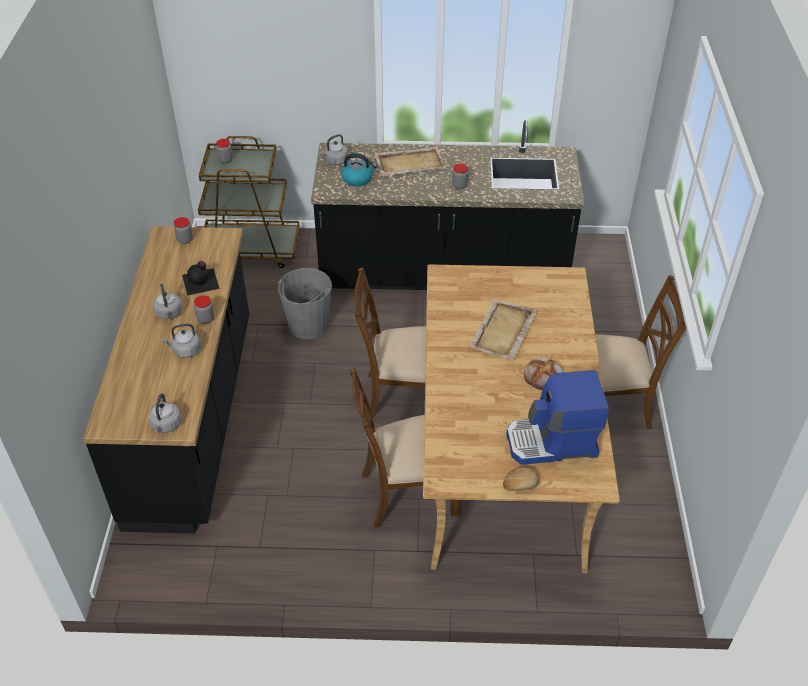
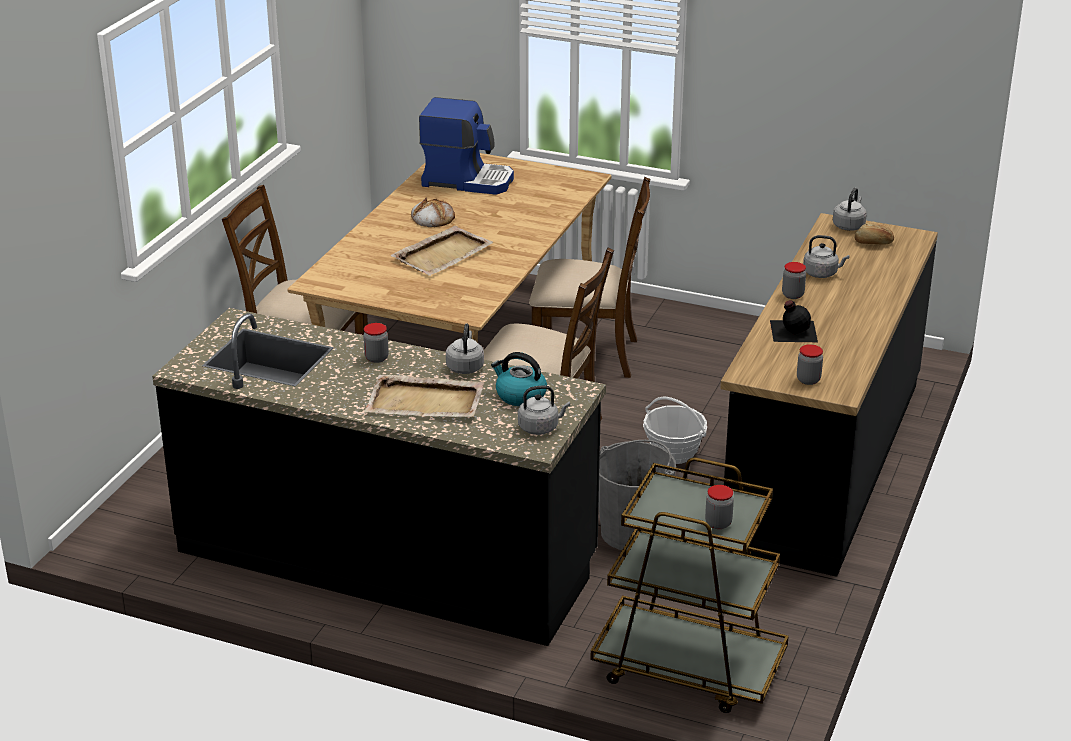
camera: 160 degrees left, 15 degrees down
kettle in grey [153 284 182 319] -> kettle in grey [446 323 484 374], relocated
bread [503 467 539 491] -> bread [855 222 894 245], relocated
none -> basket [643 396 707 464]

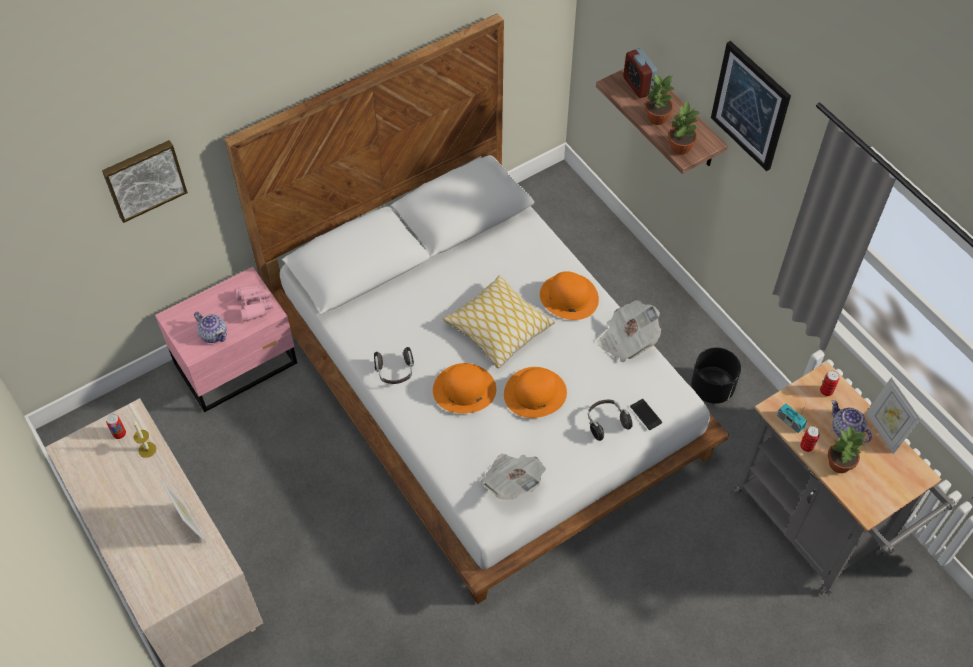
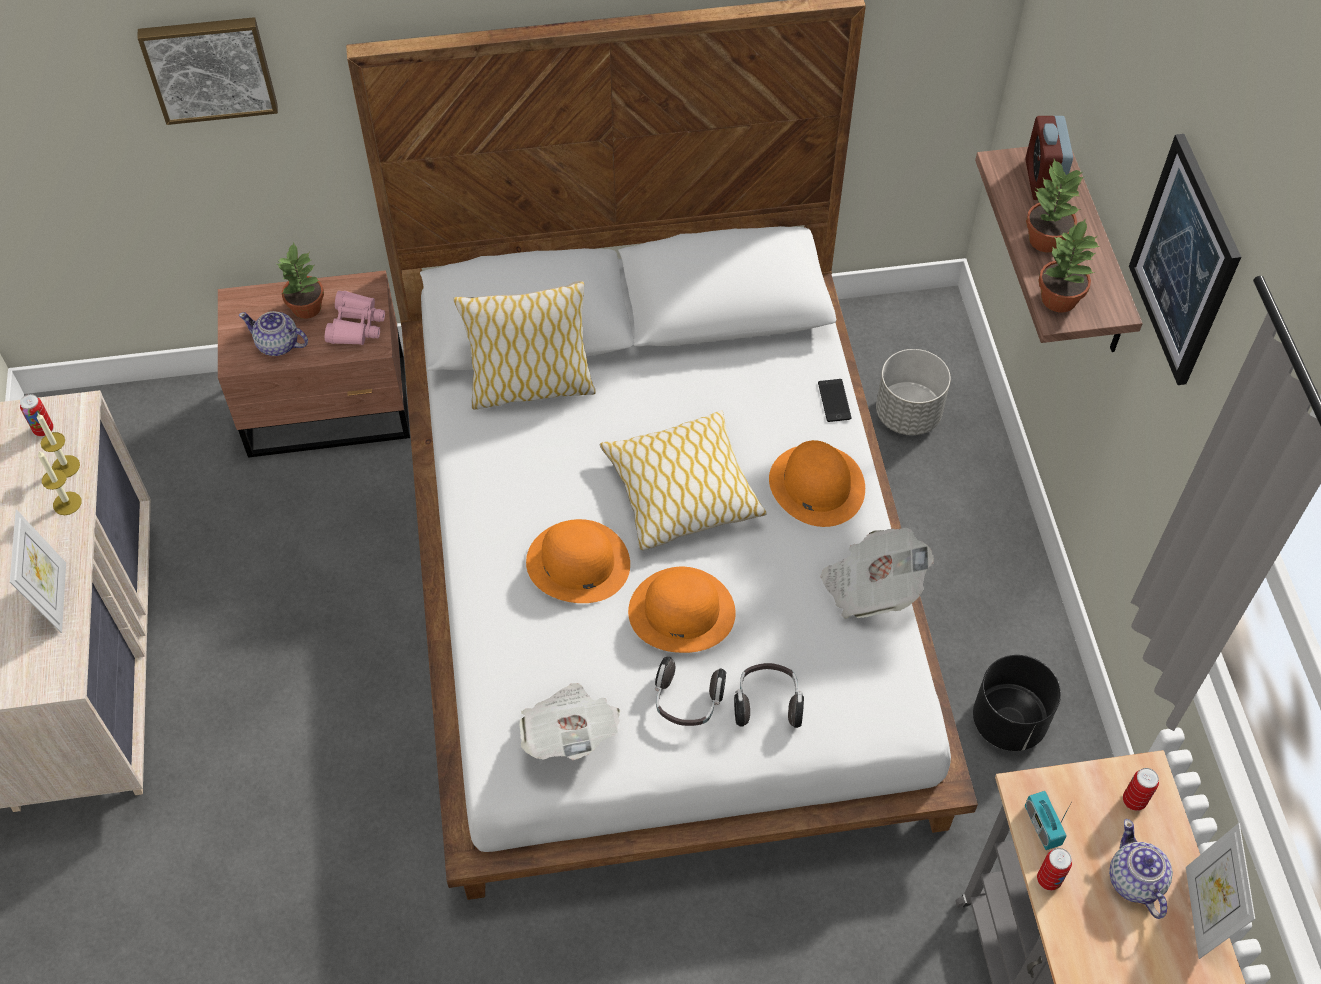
camera: 25 degrees right, 0 degrees up
nightstand in pink [155 267 297 412] -> nightstand in brown [218 270 410 458]
teapot [194 312 227 343] -> teapot [239 311 308 356], 135 degrees clockwise
headphones [374 347 414 384] -> headphones [655 657 726 726], relocated
phone [630 399 662 430] -> phone [818 379 851 422], relocated
potted plant [828 427 866 473] -> potted plant [277 243 324 319], relocated
none -> candle [38 451 82 515]
none -> pillow [453 281 596 410]
none -> planter in grey [876 349 951 435]

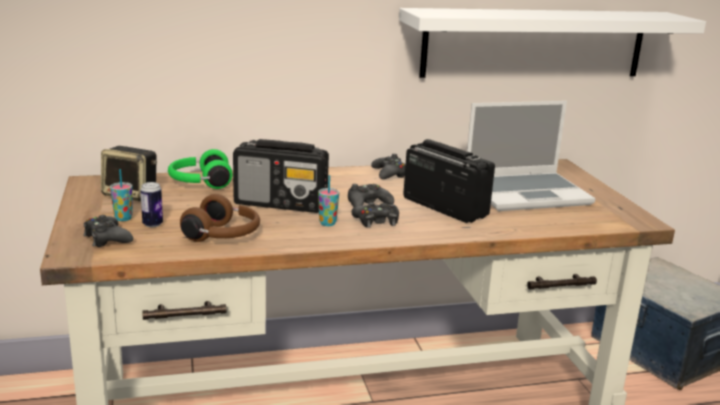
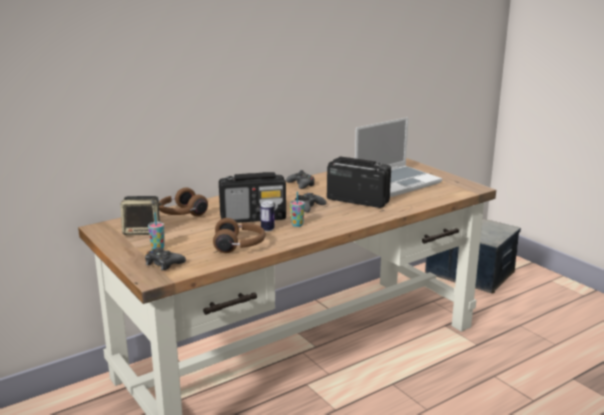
camera: 20 degrees left, 0 degrees up
can [140 182 163 227] -> can [260 200 275 232], relocated
headphones in green [168 149 233 189] -> headphones in brown [159 188 208 216]
game controller in black [351 202 399 227] -> none
shelf in white [399 8 706 78] -> none

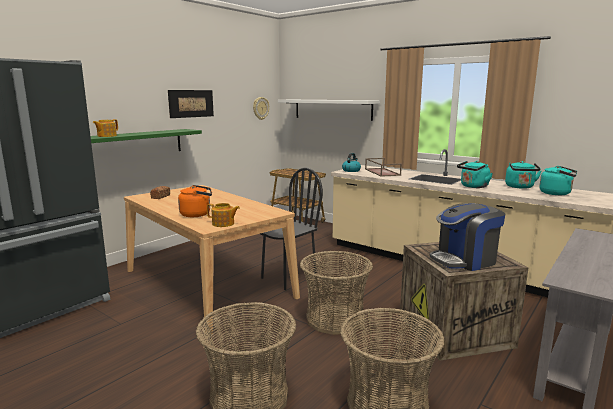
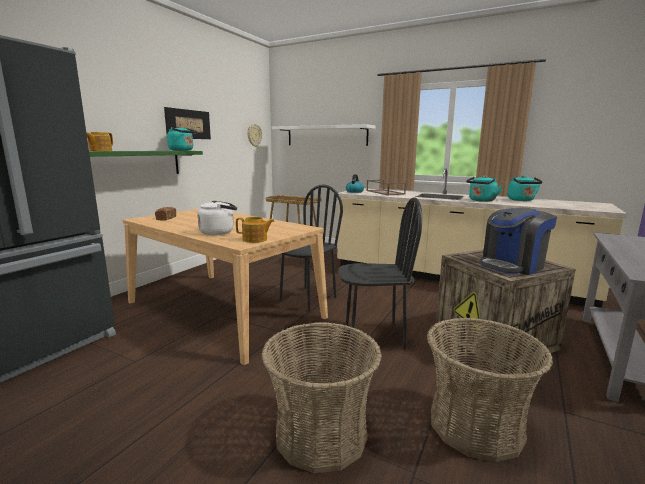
camera: 10 degrees left, 0 degrees up
kettle in orange [178 185 212 217] -> kettle in white [198 200 237 235]
basket [300 251 373 335] -> chair in black [338 197 422 350]
kettle in turquoise [539 166 577 195] -> kettle in turquoise [167 126 197 151], relocated

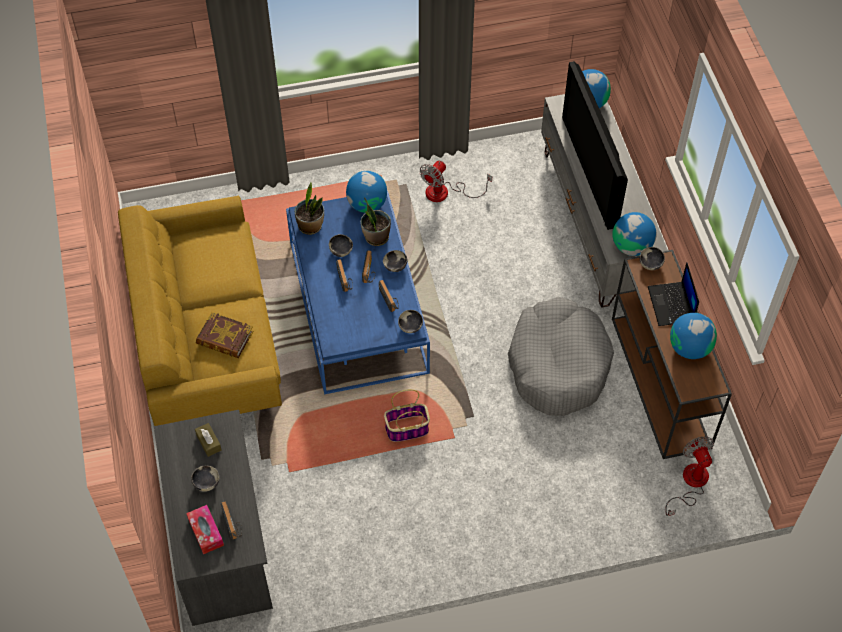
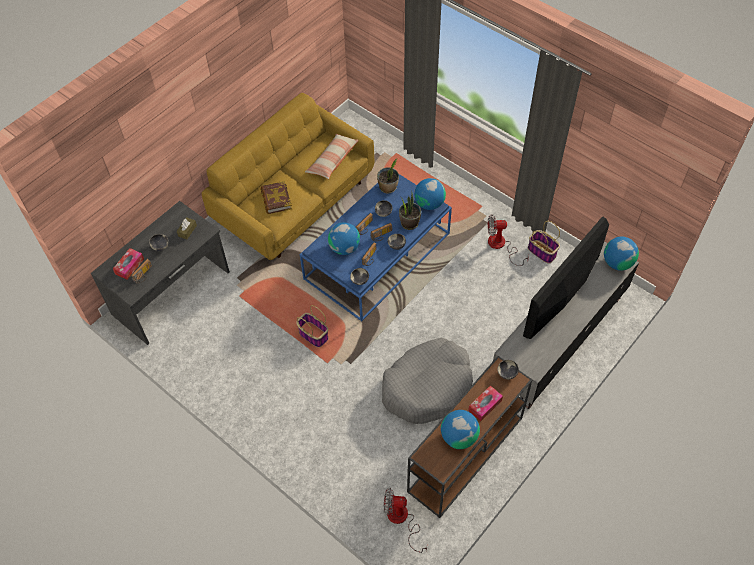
camera: 55 degrees right, 0 degrees up
globe [612 212 657 256] -> globe [328 222 360 255], relocated
laptop [648 262 699 326] -> tissue box [468 386 503 421]
fan [666 436 714 516] -> fan [384 488 427 553], 120 degrees counterclockwise
none -> pillow [305 134 358 180]
none -> basket [528 221 560 264]

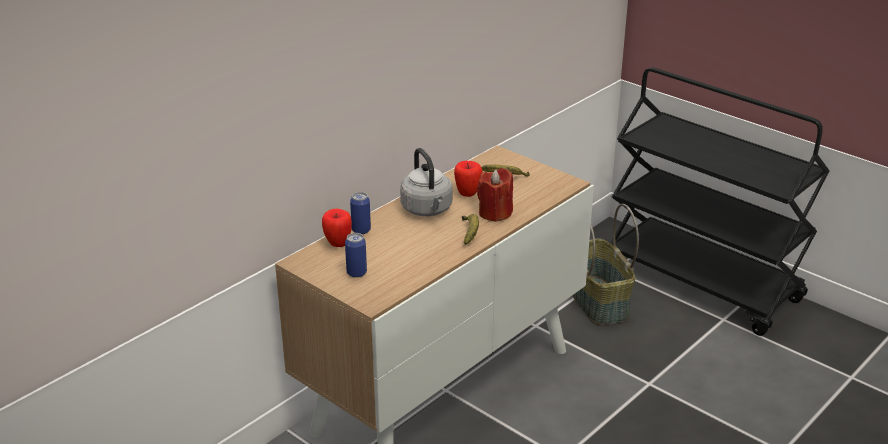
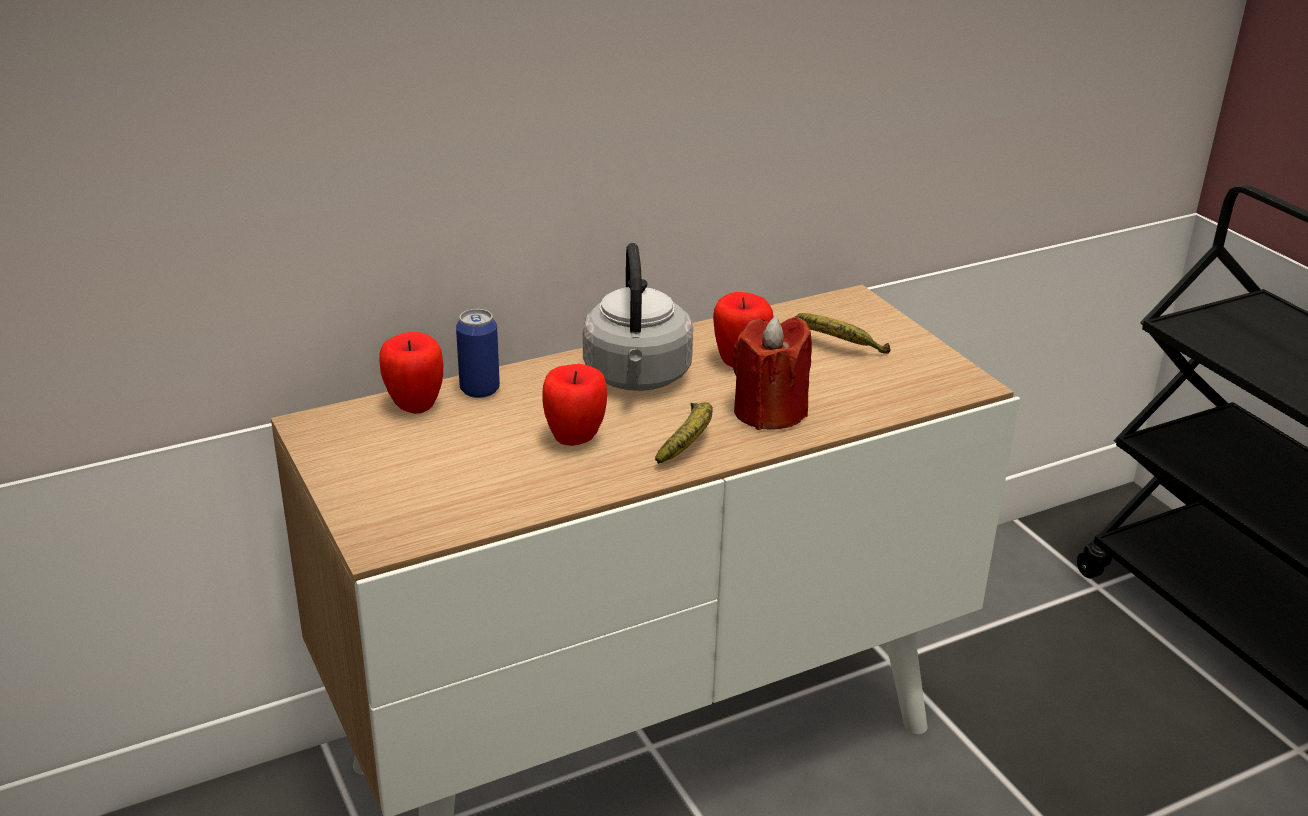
camera: 20 degrees right, 0 degrees up
can [345 233 367 278] -> none
basket [572 204 639 325] -> none
none -> apple [542 364 607 446]

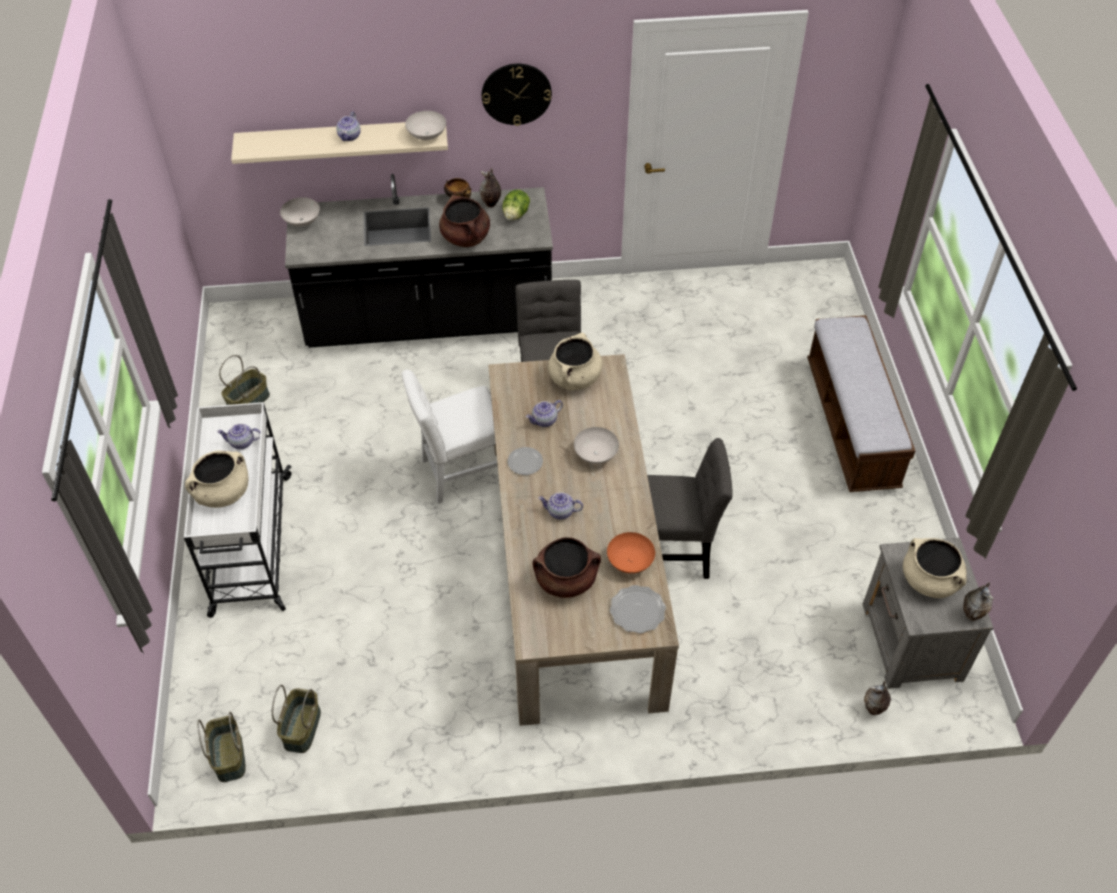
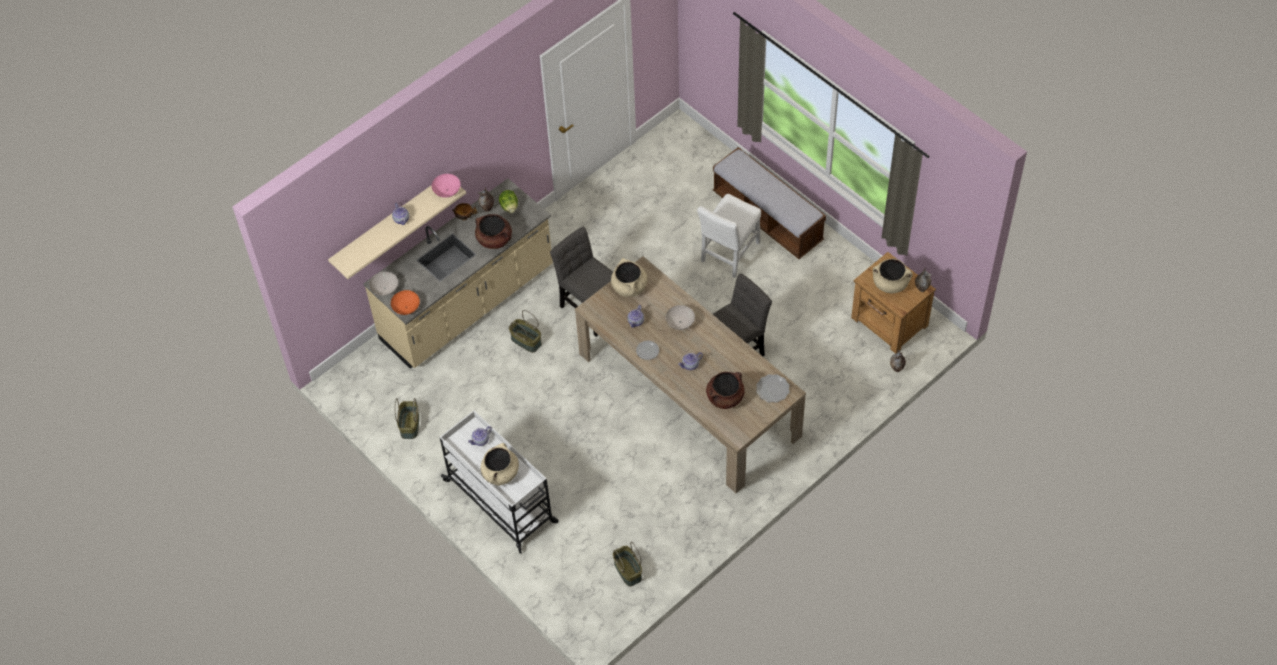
camera: 35 degrees left, 5 degrees up
basket [197 712 246 782] -> basket [509 310 542 353], relocated
counter in black [285 174 553 348] -> counter in beige [364 178 553 369]
chair in white [402 370 498 504] -> chair in white [697 194 761 278], relocated
bowl in white [405 111 446 140] -> bowl in pink [432 174 461 198]
wall clock [482 64 552 126] -> none
bowl in orange [607 532 655 573] -> bowl in orange [391 290 420 315], relocated
nightstand in grey [863 537 994 689] -> nightstand in brown [851 252 936 354]

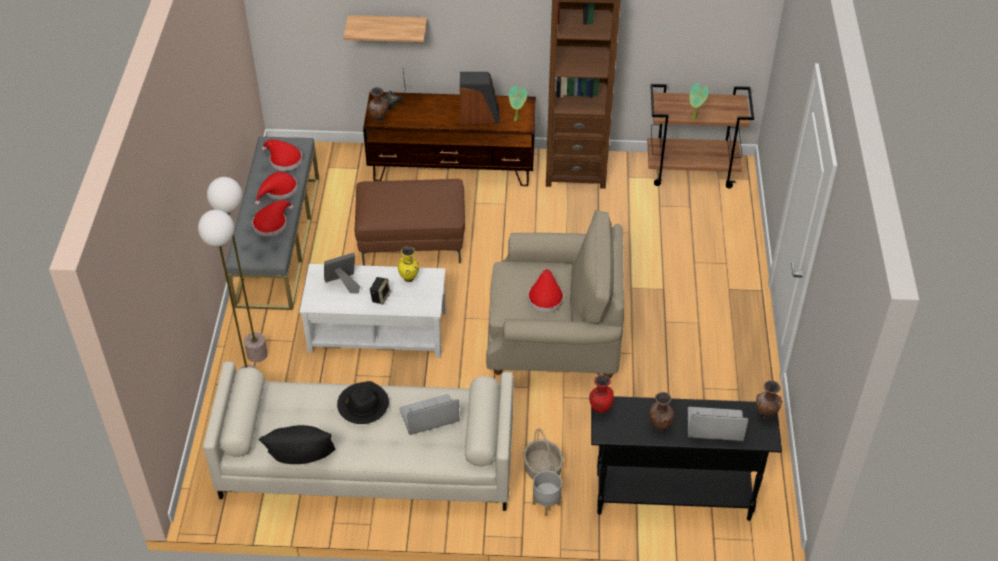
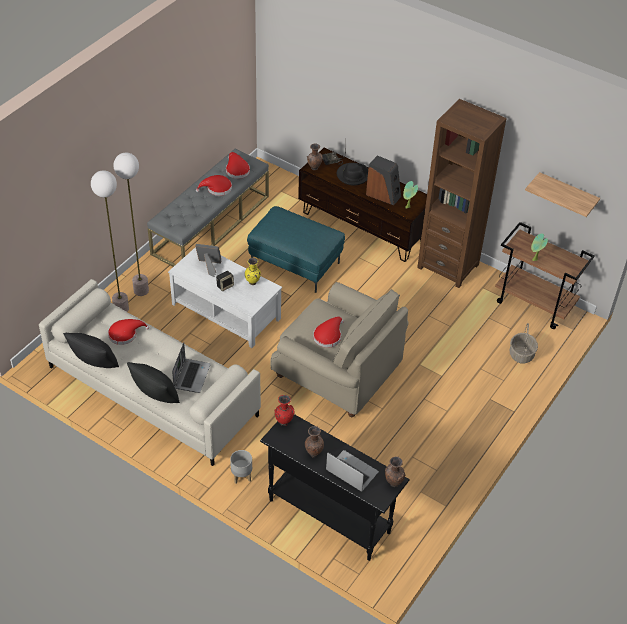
camera: 30 degrees right, 0 degrees up
hat in red [252 200 294 237] -> hat in red [108 319 149 345], relocated
hat in black [337 381 389 424] -> hat in black [337 163 368 185], relocated
shelf [343 15 427 42] -> shelf [525 172 600 217], relocated
ottoman in brown [355 179 465 266] -> ottoman in turquoise [247 206 345 293]
laptop [400 394 459 435] -> laptop [172 343 211 393], 90 degrees clockwise
basket [523 428 563 480] -> basket [510 323 538 363], relocated
none -> pillow in black [127 362 180 403]

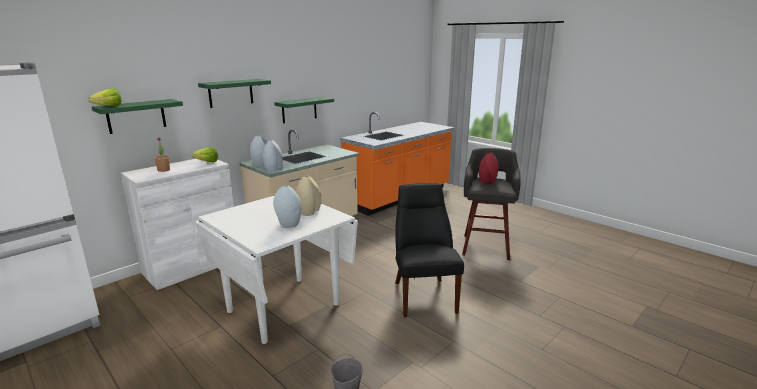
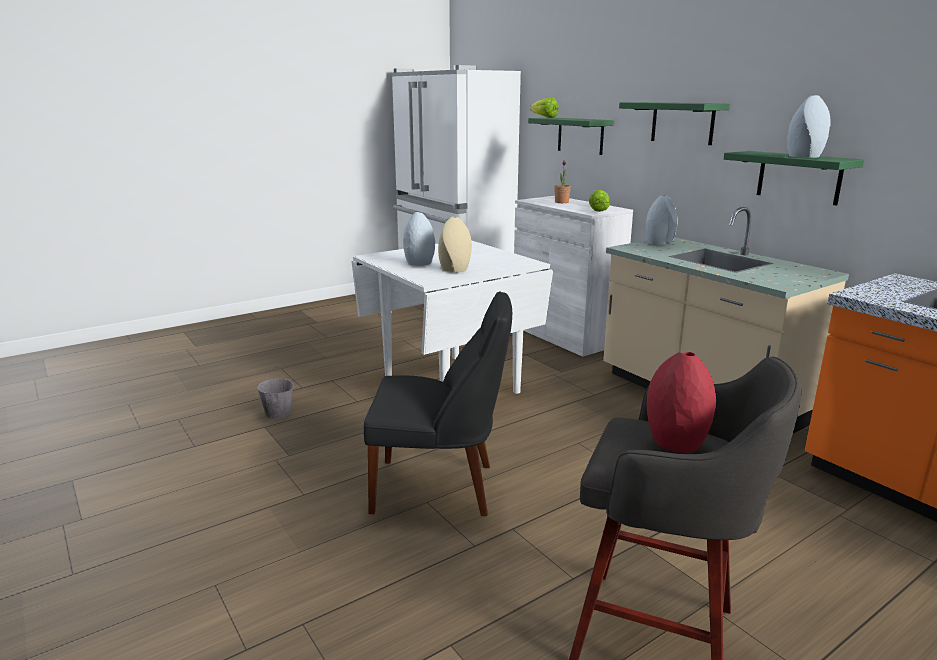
camera: 100 degrees right, 0 degrees up
vase in grey [262 140 283 172] -> vase in grey [787 95 831 158], relocated

